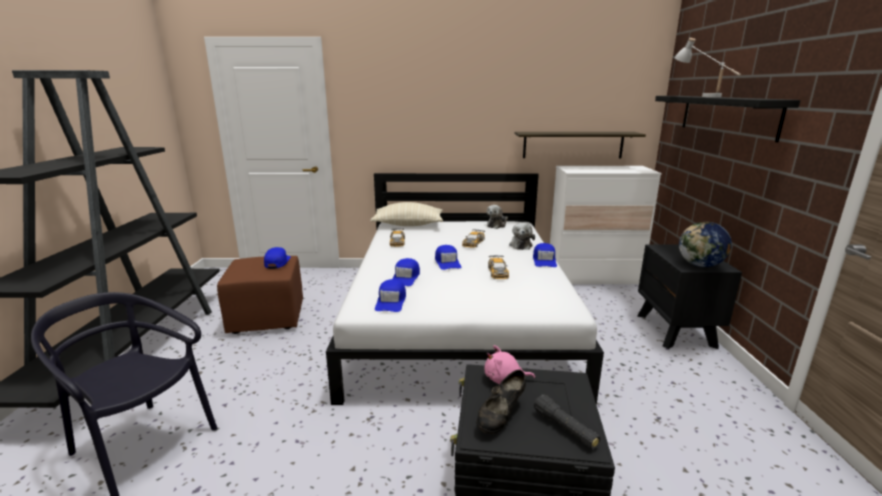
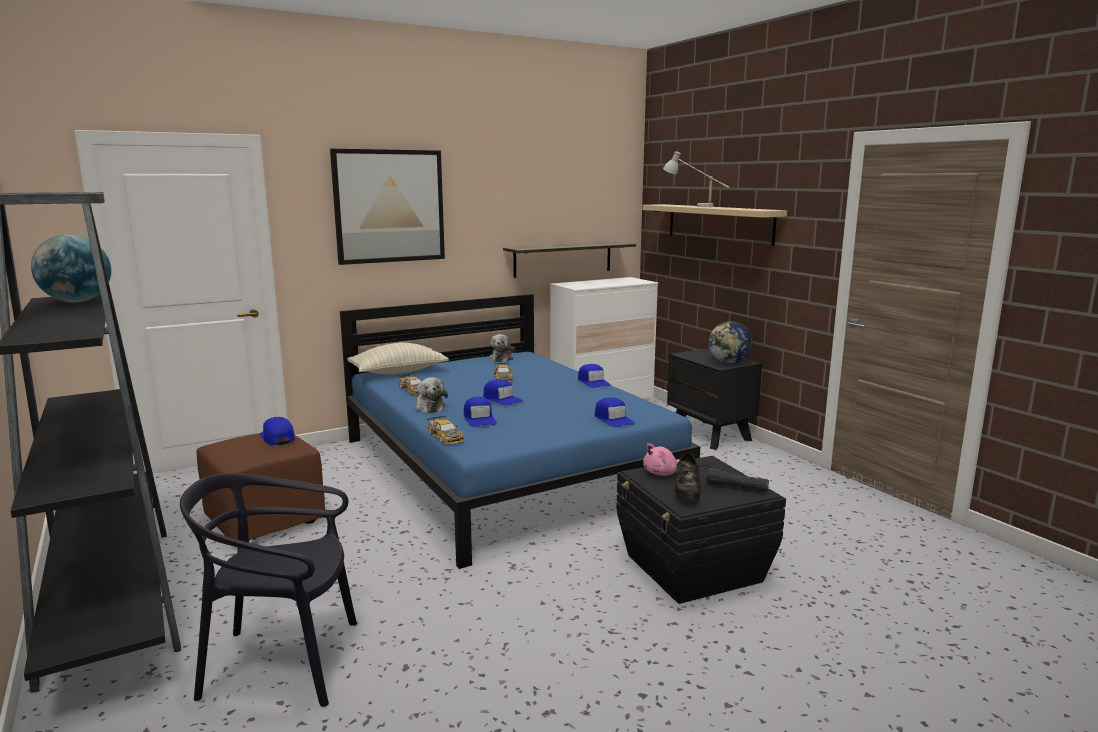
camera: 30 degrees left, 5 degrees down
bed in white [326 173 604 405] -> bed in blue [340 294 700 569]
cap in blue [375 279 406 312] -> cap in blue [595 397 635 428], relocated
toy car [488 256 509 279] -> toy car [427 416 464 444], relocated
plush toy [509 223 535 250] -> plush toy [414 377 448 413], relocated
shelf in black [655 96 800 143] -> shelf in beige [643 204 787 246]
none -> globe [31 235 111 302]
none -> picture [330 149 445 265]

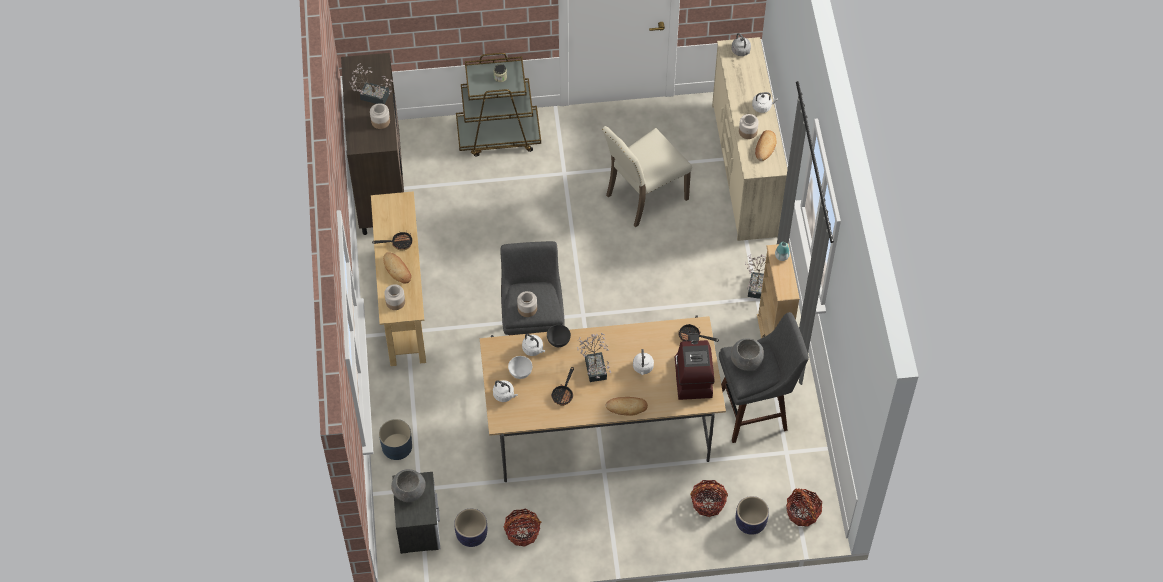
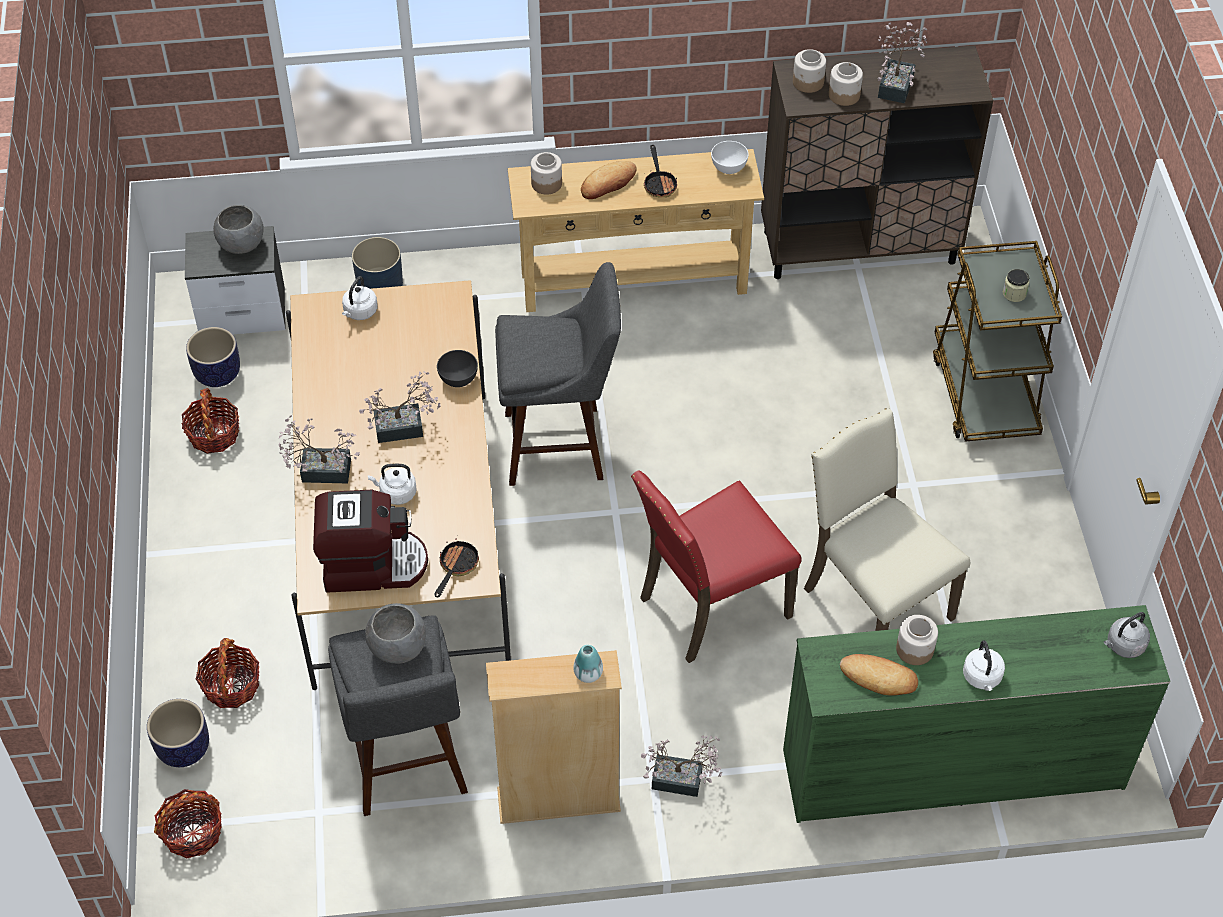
camera: 90 degrees right, 5 degrees down
bowl in white [508 356 532 379] -> bowl in white [711 141 749 174], relocated
jar [517 291 537 317] -> jar [793 49 826 93], relocated
kettle in white [522 334 545 356] -> none
frying pan [551 367 574 406] -> none
bread [605 397 648 416] -> potted plant [279 415 360 483]
dresser in beige [712 37 788 241] -> dresser in green [783 605 1171 823]
none -> chair in red [631 471 801 663]

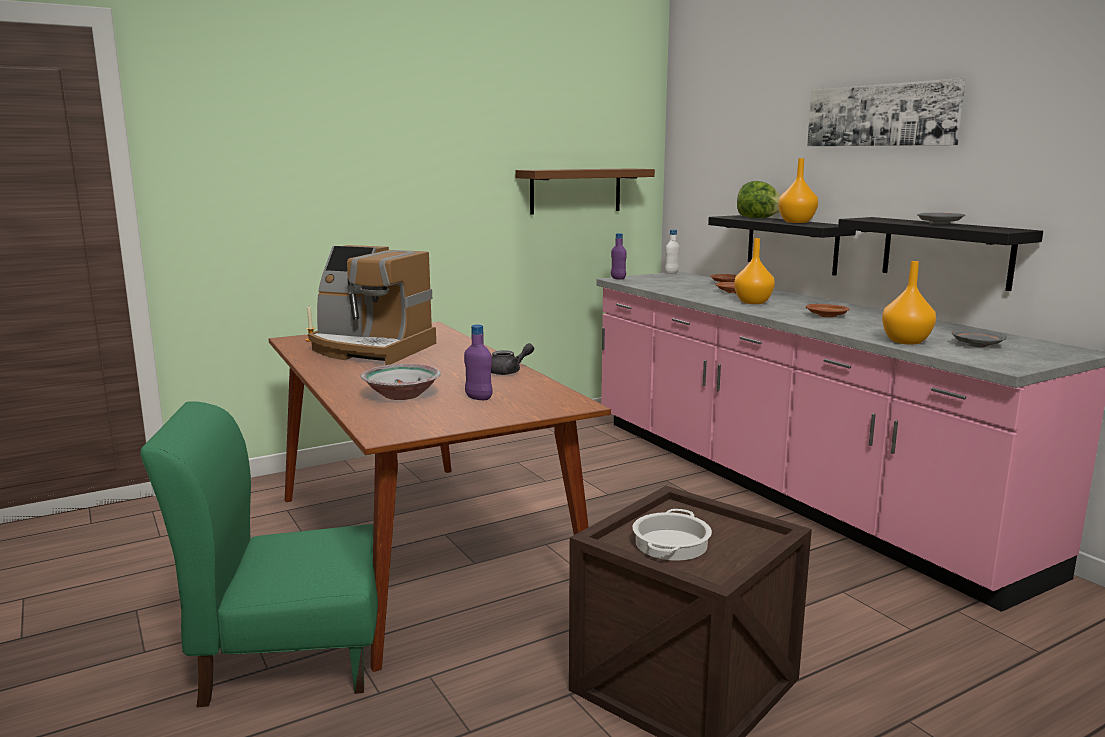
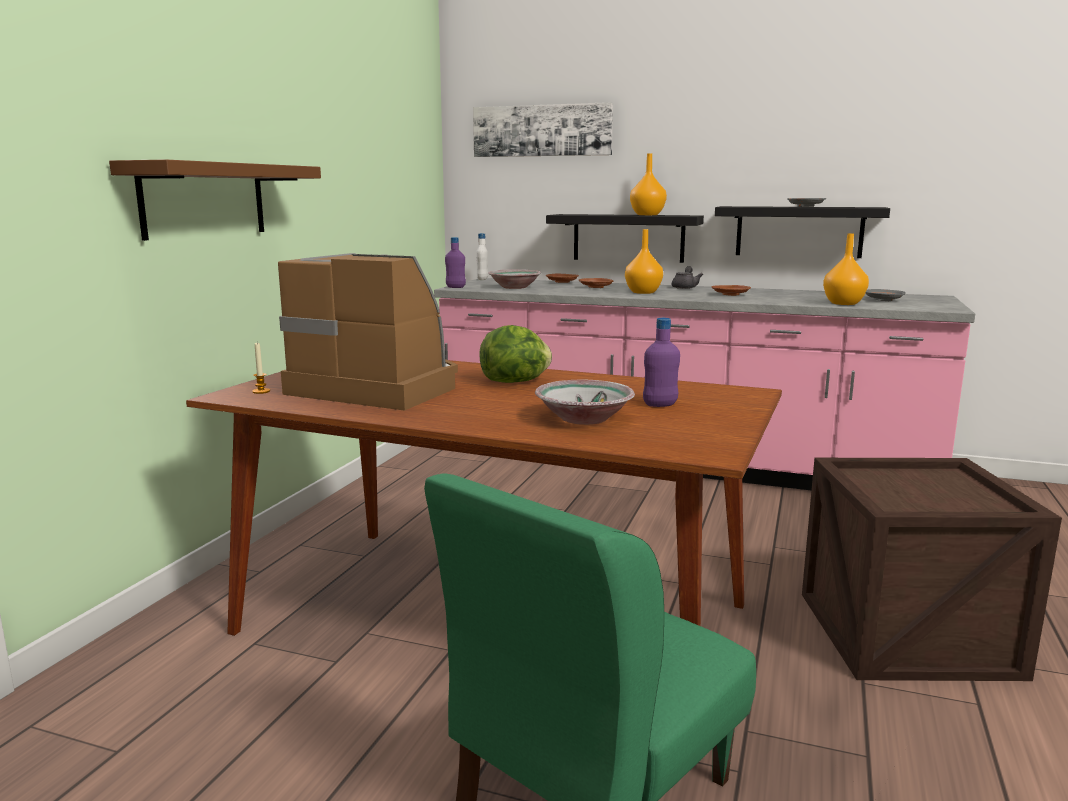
camera: 40 degrees left, 0 degrees up
coffee machine [308 245 436 365] -> coffee machine [278 253 458 411], 135 degrees counterclockwise
teapot in grey [491 343 534 375] -> teapot in grey [672 266 703 289], relocated
shelf in brown [515 168 655 215] -> shelf in brown [109 159 321 241], relocated
cooking pot [633 509 712 561] -> none
lettuce [737 181 781 218] -> lettuce [479 325 552 383], relocated
picture [807 78 966 146] -> picture [473 102 613 157], relocated
none -> bowl [488 269 541 289]

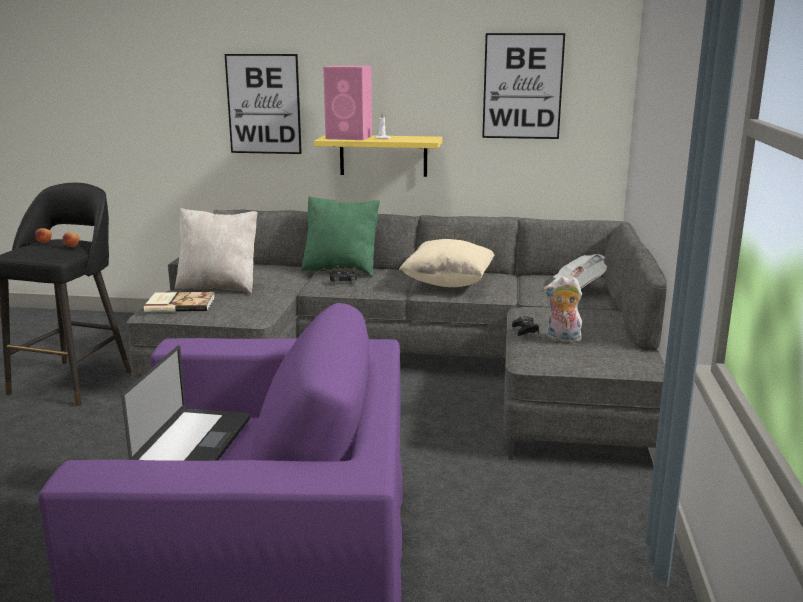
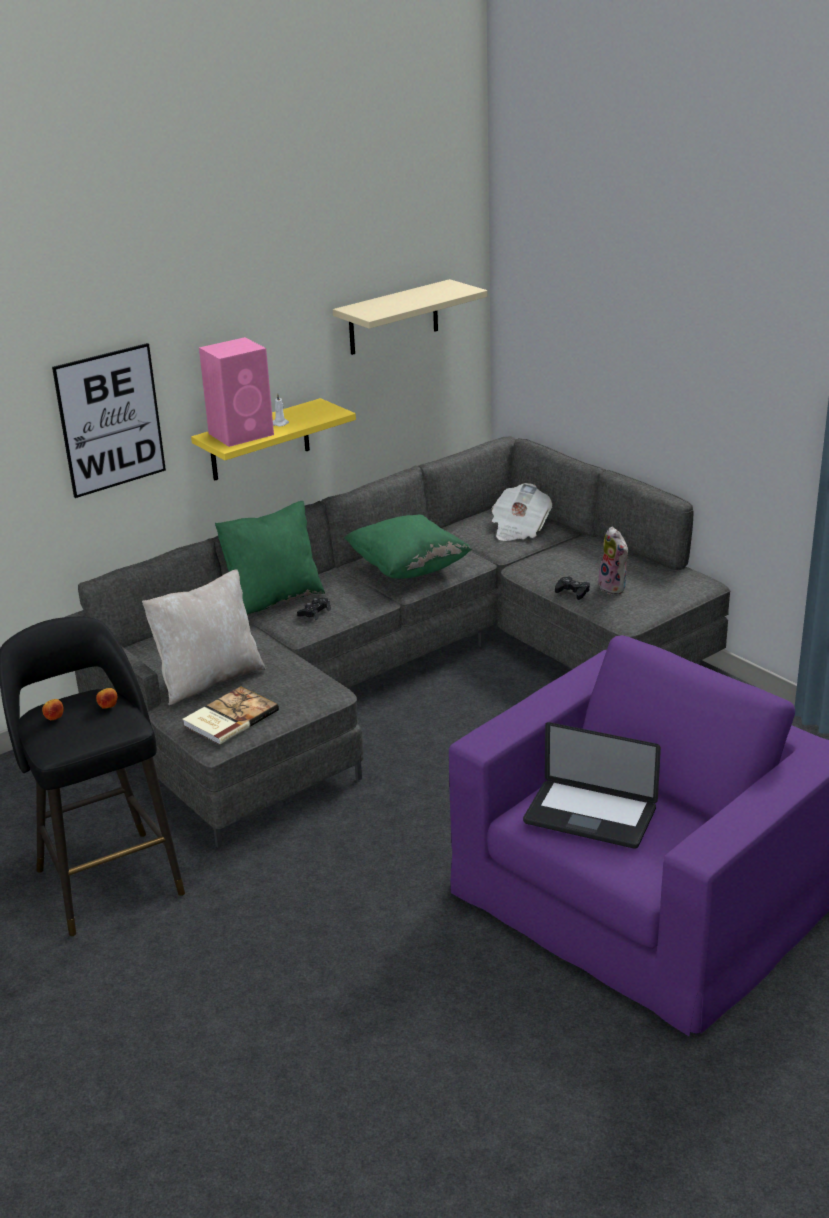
camera: 45 degrees left, 10 degrees up
laptop [121 345 250 461] -> laptop [523 722 661 849], 150 degrees clockwise
pillow in beige [399 239 494 287] -> pillow in green [345 515 472 579]
picture [482 33 565 139] -> shelf in beige [333 279 487 355]
plush toy [544 276 583 343] -> plush toy [598 527 628 594], 90 degrees counterclockwise

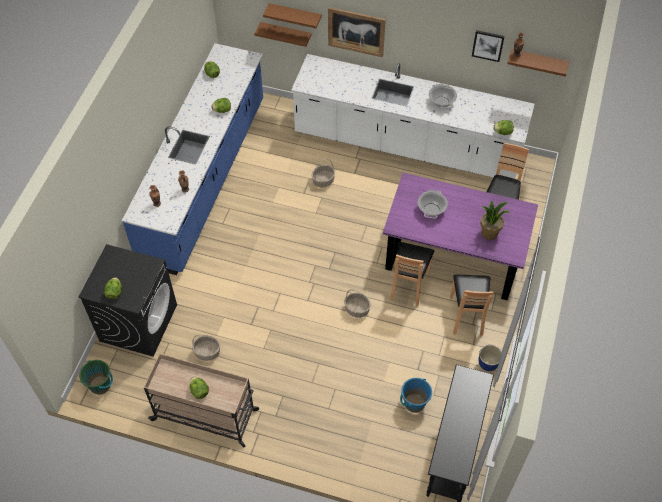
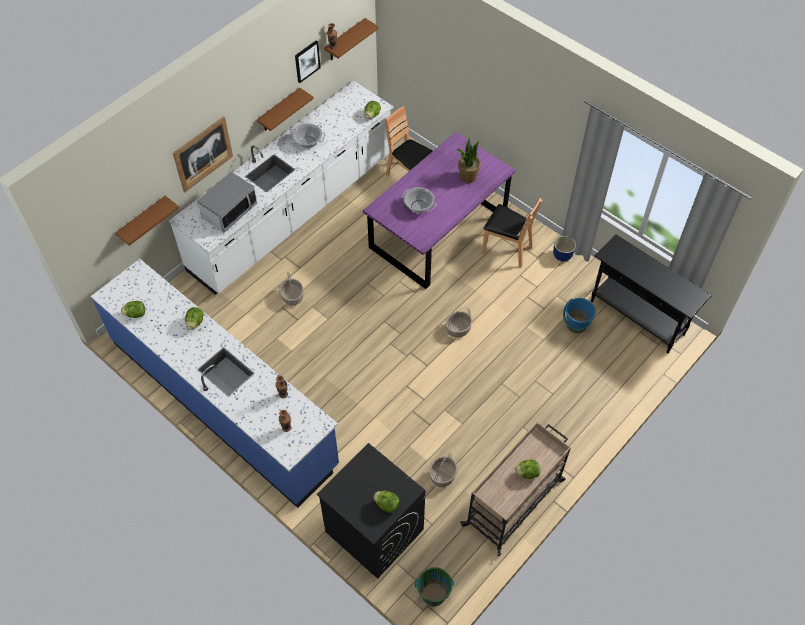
camera: 65 degrees left, 0 degrees up
shelf in brown [263 3 322 28] -> shelf in brown [257 88 314 131], relocated
chair in brown [390 242 434 306] -> none
none -> microwave [197 172 257 233]

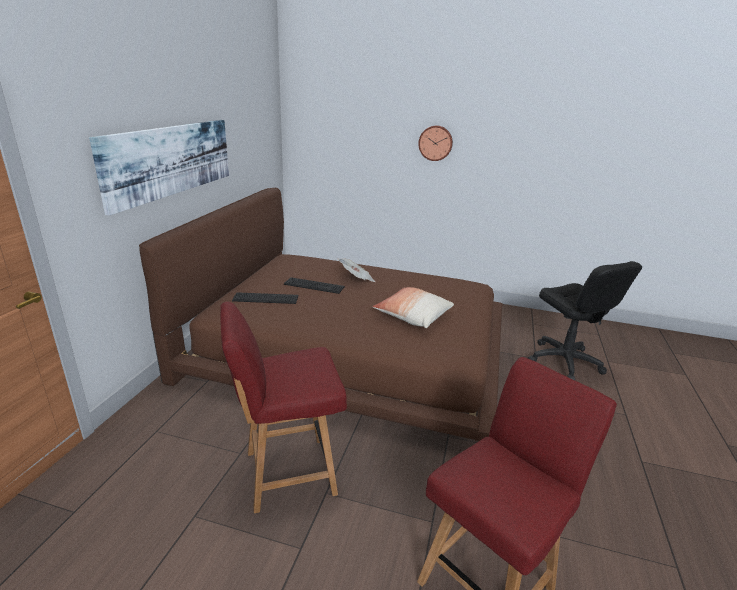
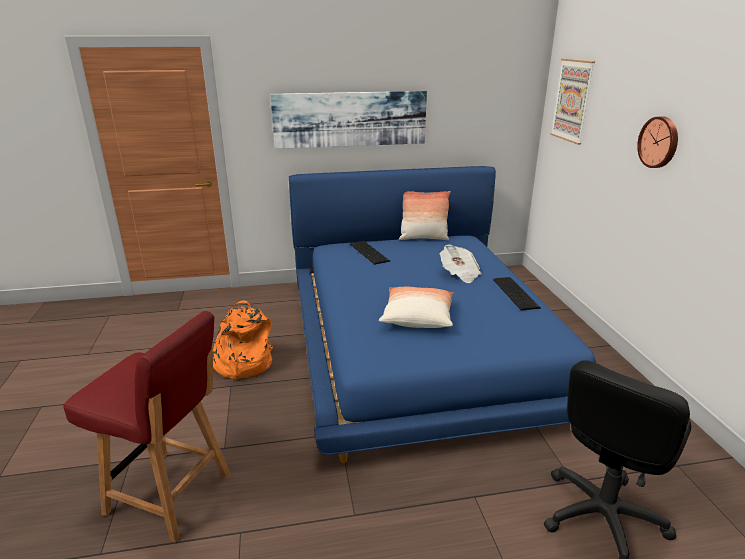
camera: 65 degrees right, 0 degrees up
bed in brown [139 188 503 441] -> bed in blue [289 166 596 463]
chair in red [220 302 347 513] -> backpack in orange [213 300 273 379]
keyboard [284 277 345 294] -> keyboard [493 277 541 310], relocated
none -> pillow [399 191 451 240]
none -> picture [550 59 595 145]

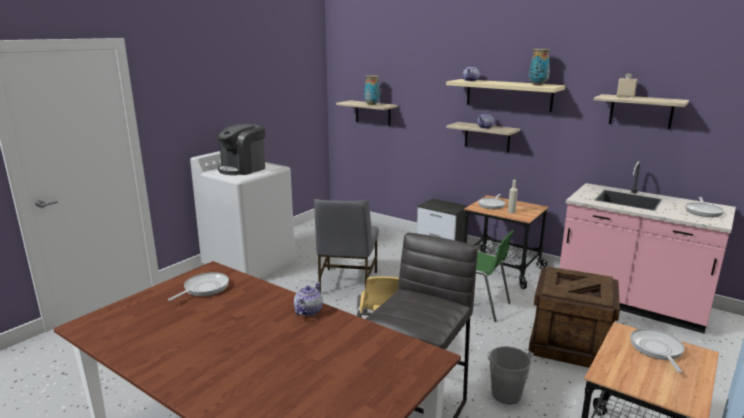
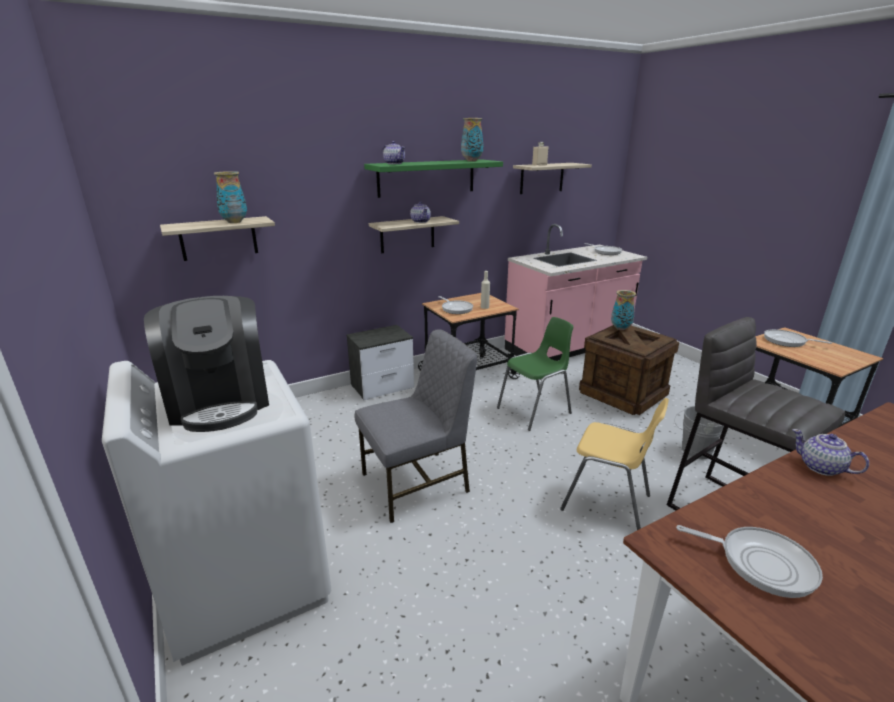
camera: 65 degrees left, 5 degrees up
frying pan [168 272 229 301] -> frying pan [676 525 823 598], 150 degrees clockwise
chair in grey [314 199 379 293] -> chair in grey [354 330 477 523], 60 degrees counterclockwise
shelf in beige [446 79 565 112] -> shelf in green [364 159 503 198]
none -> vase [611 290 636 330]

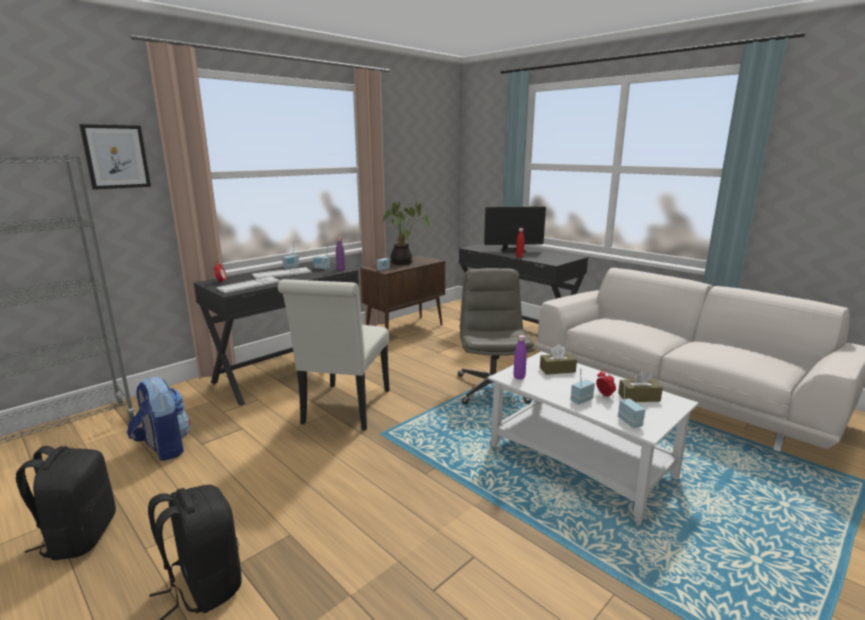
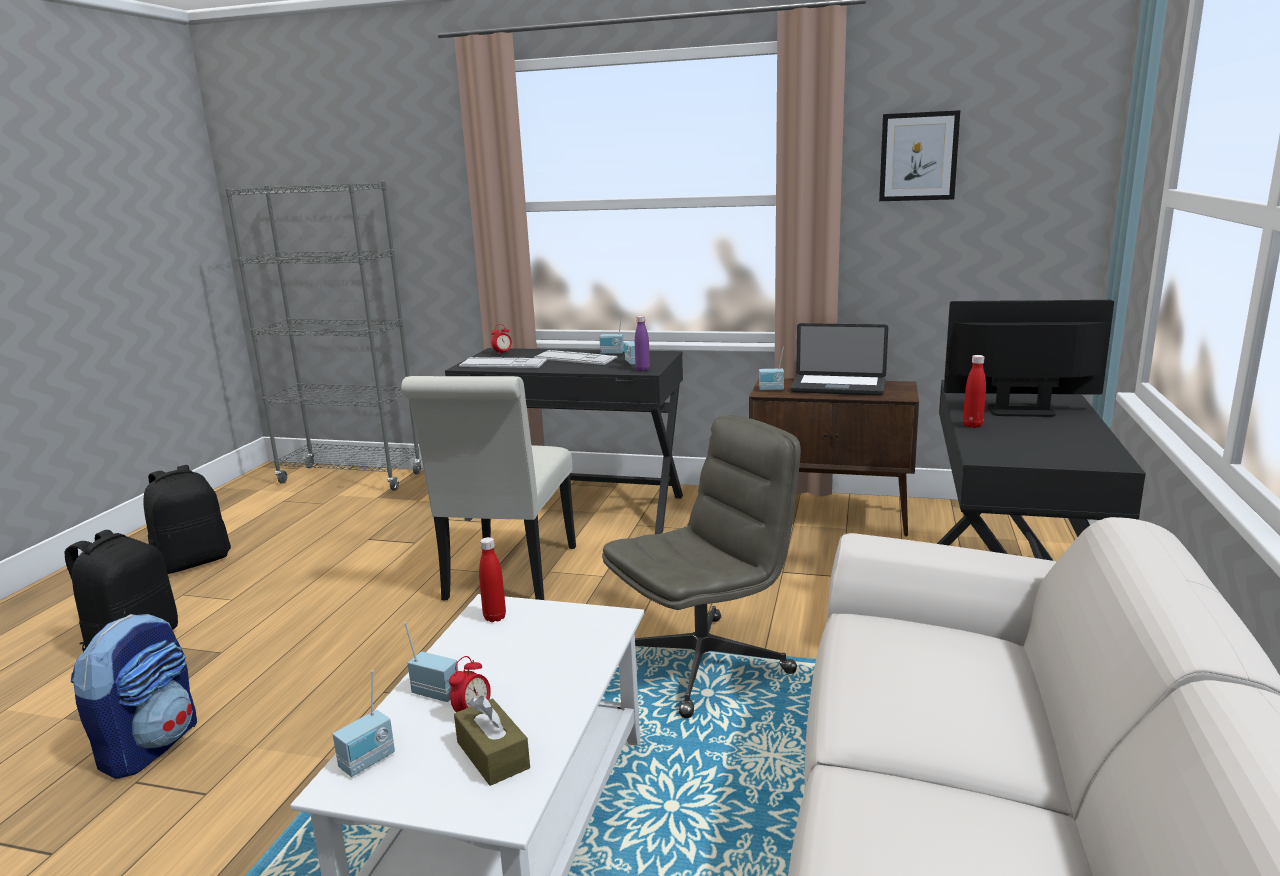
camera: 60 degrees right, 0 degrees up
picture [79 124 151 190] -> picture [879 110 960 201], relocated
backpack [127 377 190 461] -> backpack [71 614 197 779], relocated
chair in white [278 279 390 431] -> chair in white [401 376 576 601], 60 degrees counterclockwise
potted plant [383 202 429 265] -> laptop [790 323 888 396]
monitor [484 207 546 253] -> monitor [944 300 1114 417], 135 degrees clockwise
bottle in purple [513 335 527 380] -> bottle in red [479 537 506 622]
tissue box in brown [540 344 577 375] -> none

